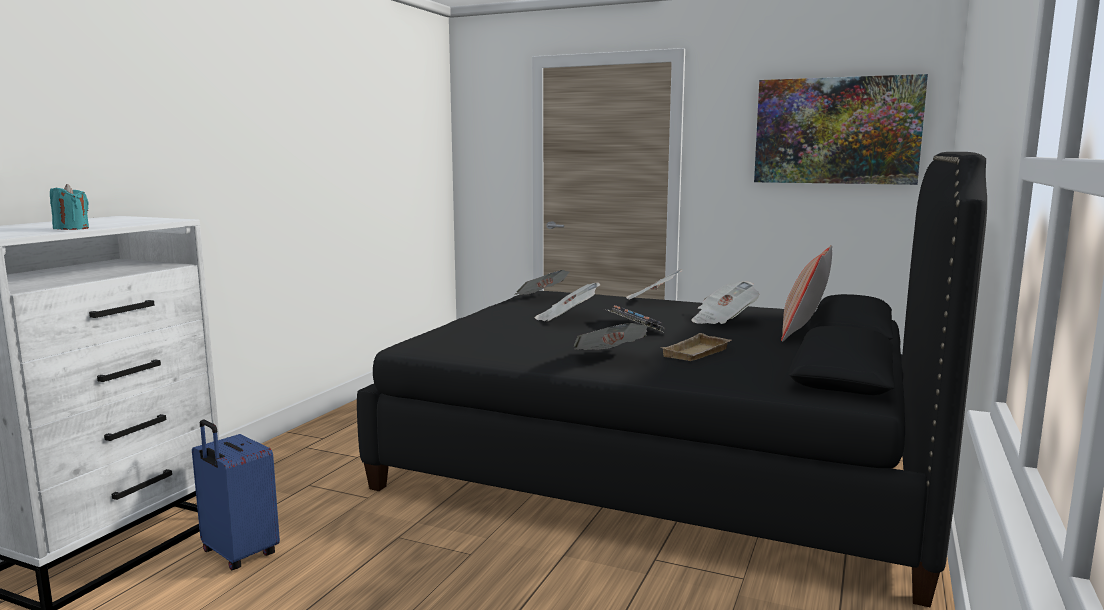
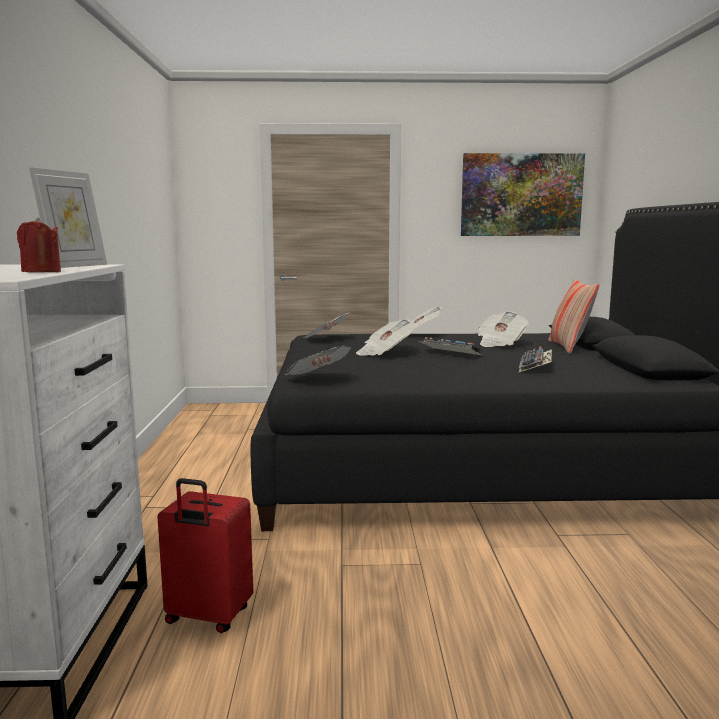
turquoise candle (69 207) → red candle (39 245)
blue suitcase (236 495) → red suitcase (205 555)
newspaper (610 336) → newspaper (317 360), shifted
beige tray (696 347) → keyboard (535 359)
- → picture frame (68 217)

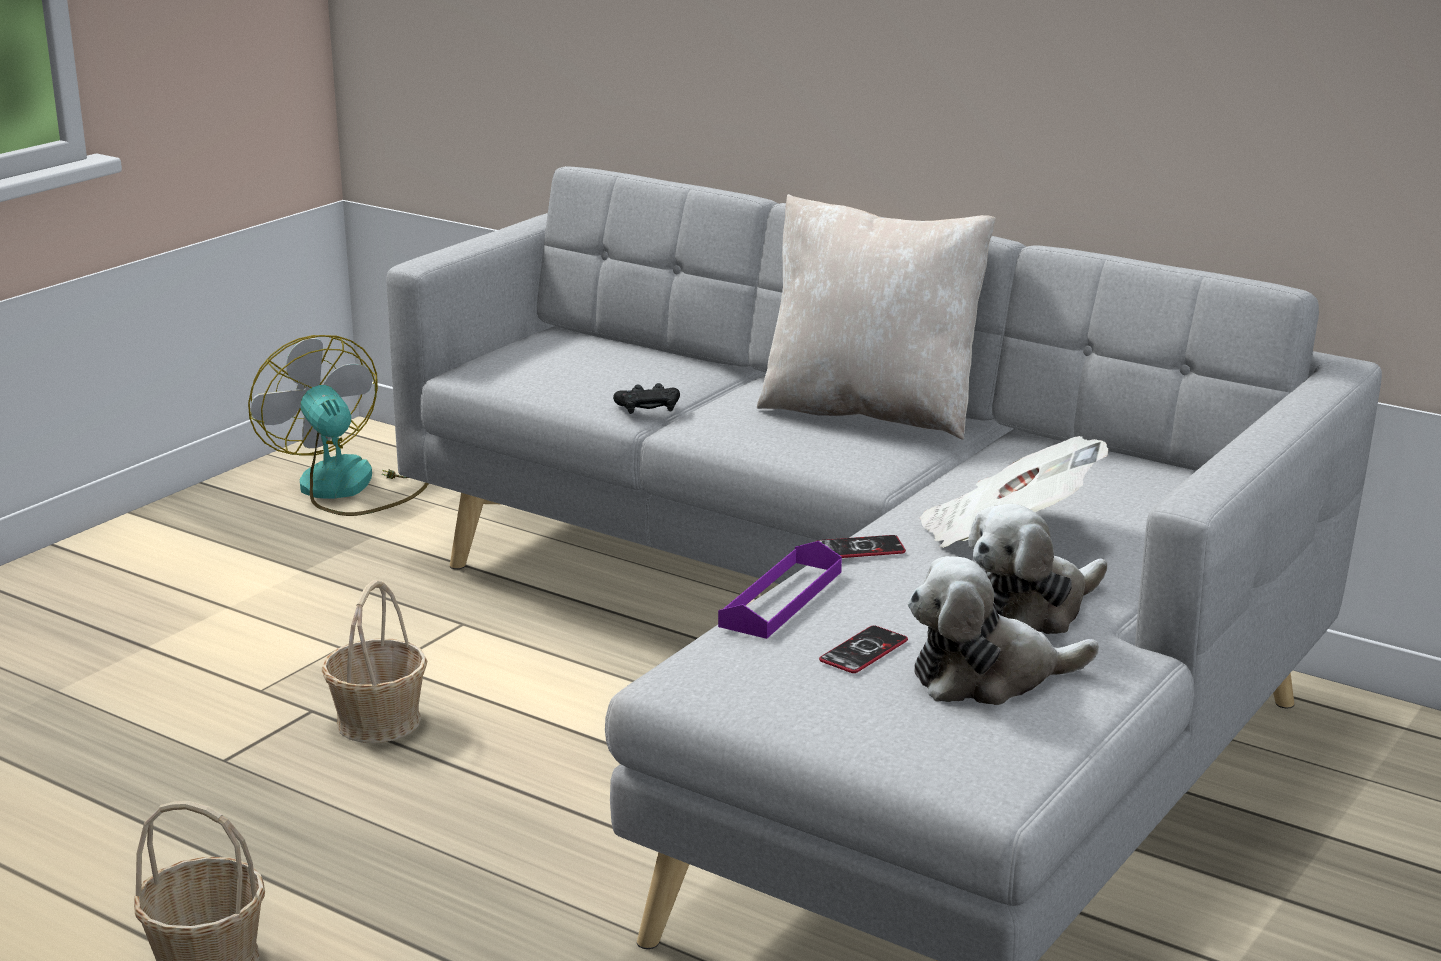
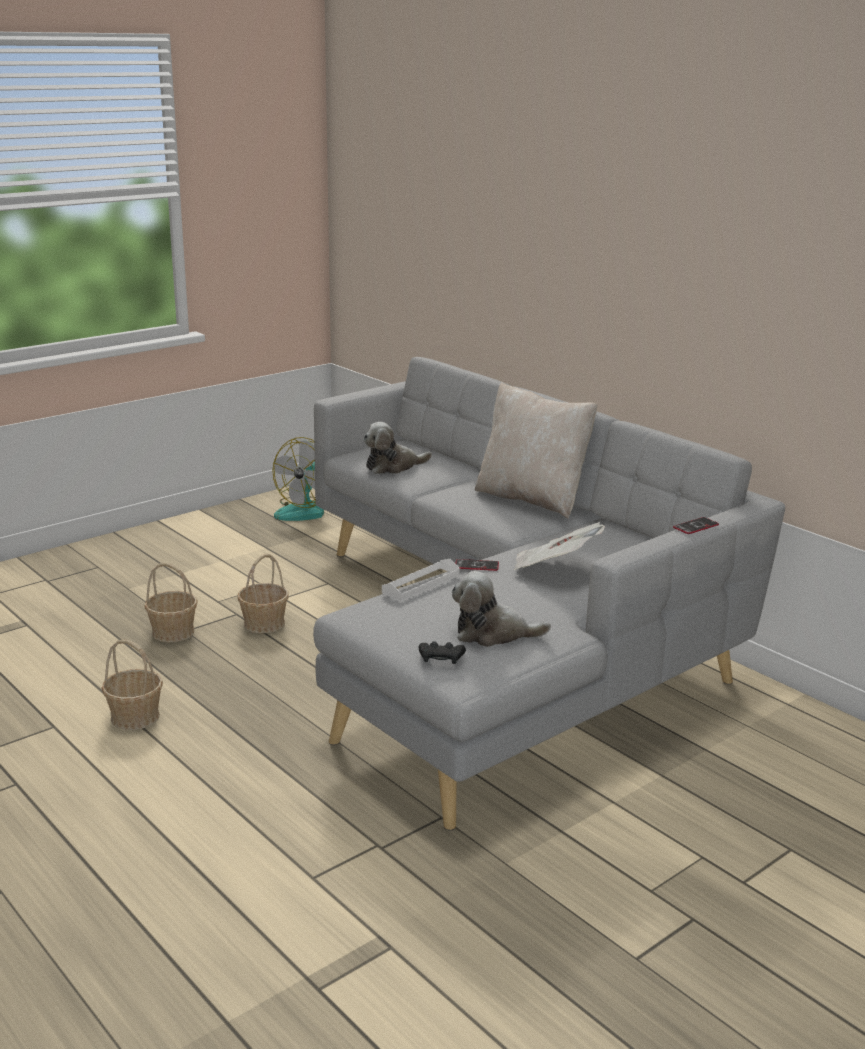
fan (338 425) → fan (298 479), 135 degrees counterclockwise
black game controller (646 398) → black game controller (442 652), shifted
purple tray (780 590) → white tray (420 580)
phone (863 649) → phone (696 525), shifted
plush toy (1037 569) → plush toy (397 448), shifted
- → basket (171 602)

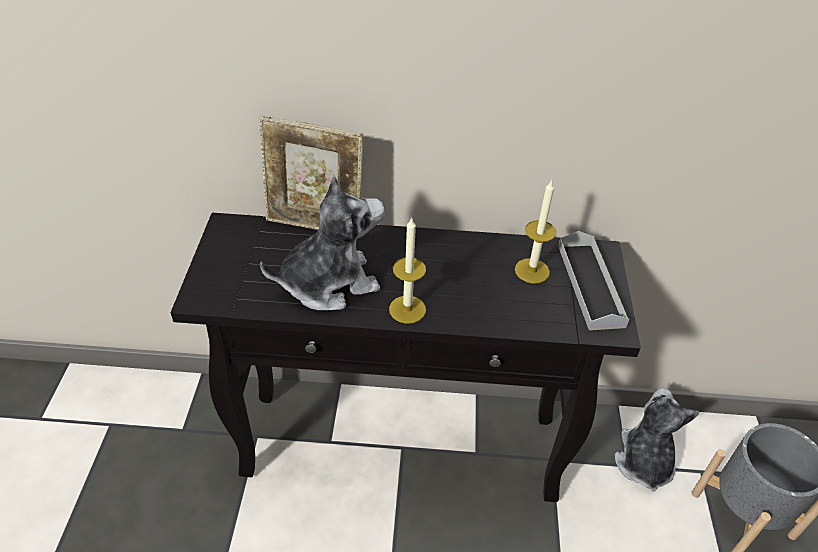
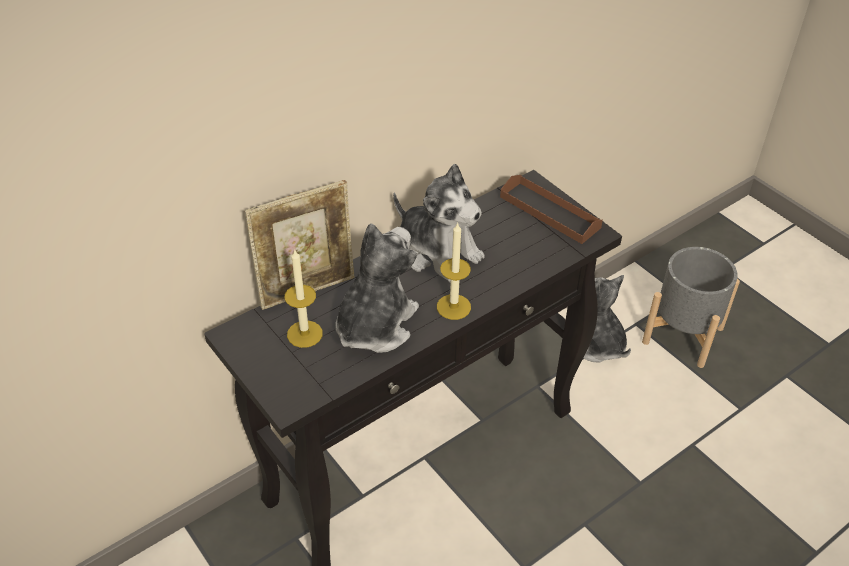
candle (536 231) → candle (304 299), shifted
grey tray (593 280) → brown tray (551 209)
- → plush toy (439 223)

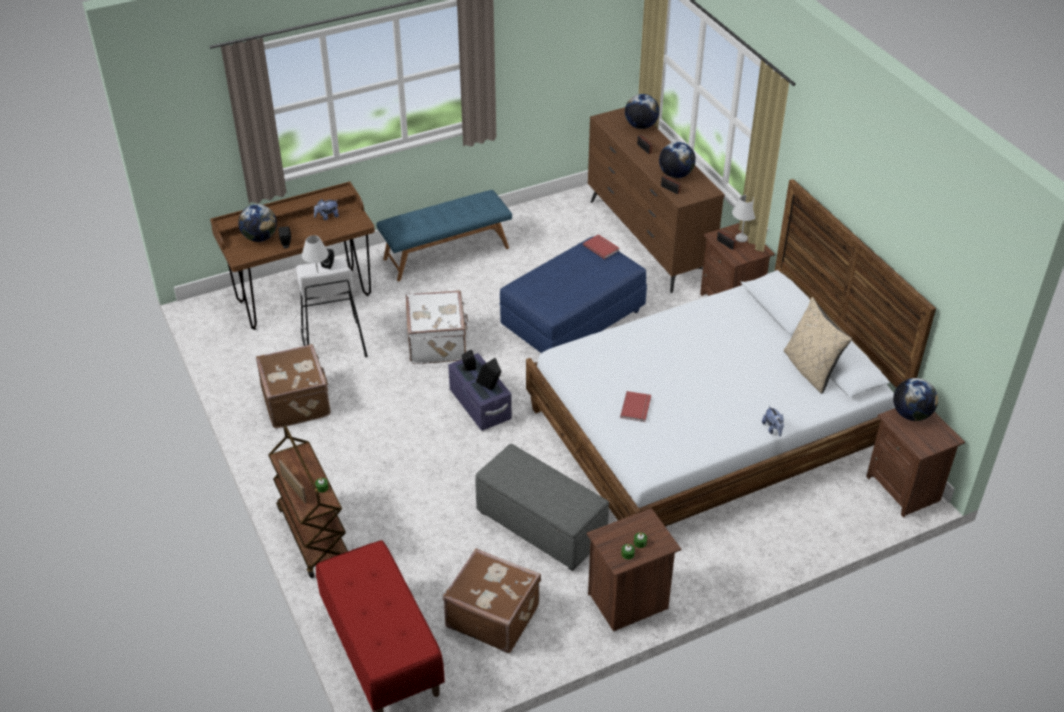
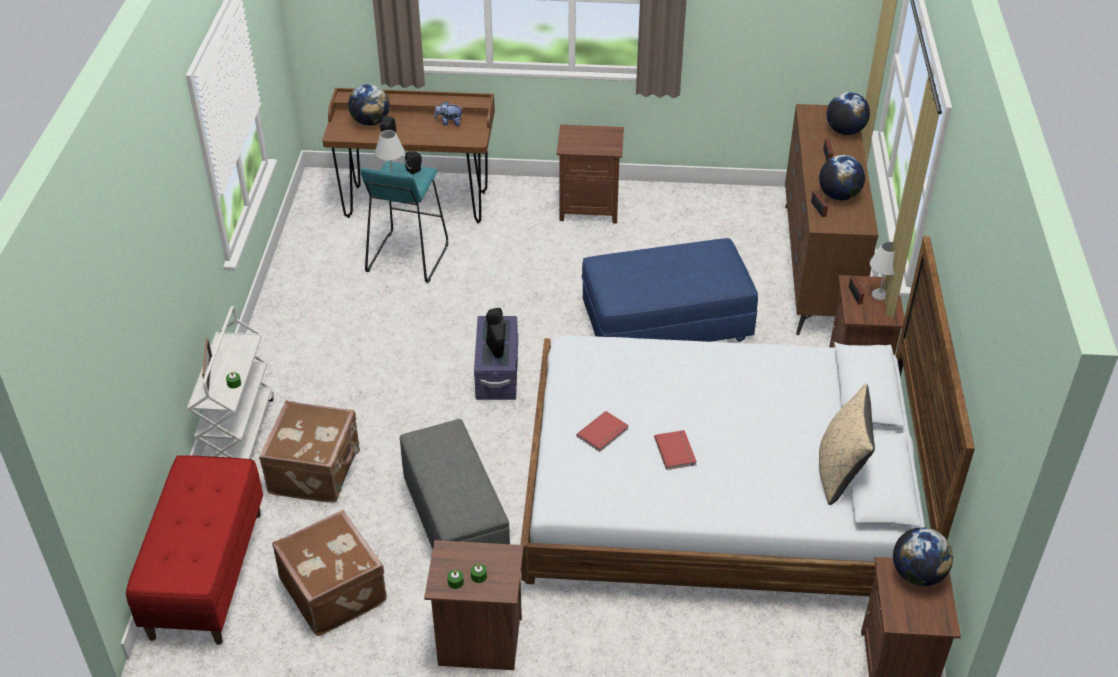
brown suitcase (293 386) → brown suitcase (309 452), shifted
brown cart (308 501) → white cart (230 382)
white stool (332 307) → turquoise stool (404 222)
blue bench (444 235) → brown nightstand (590 174)
white suitcase (437 327) → -
red book (601 246) → red book (675 450), shifted
plush toy (773 421) → -

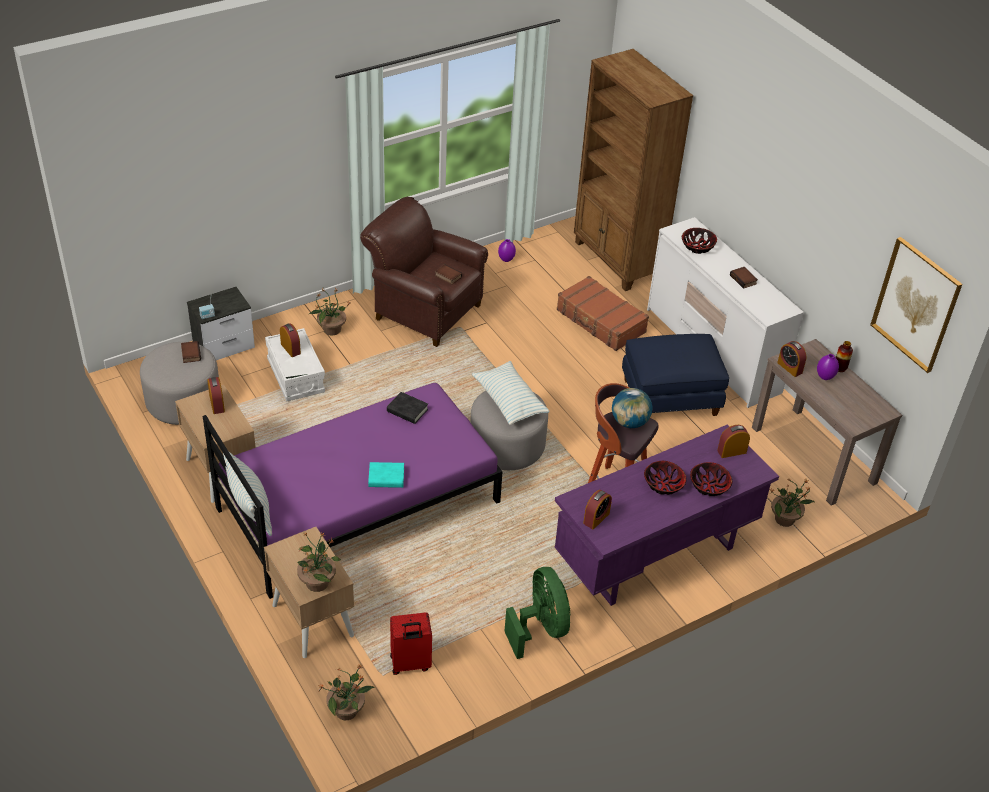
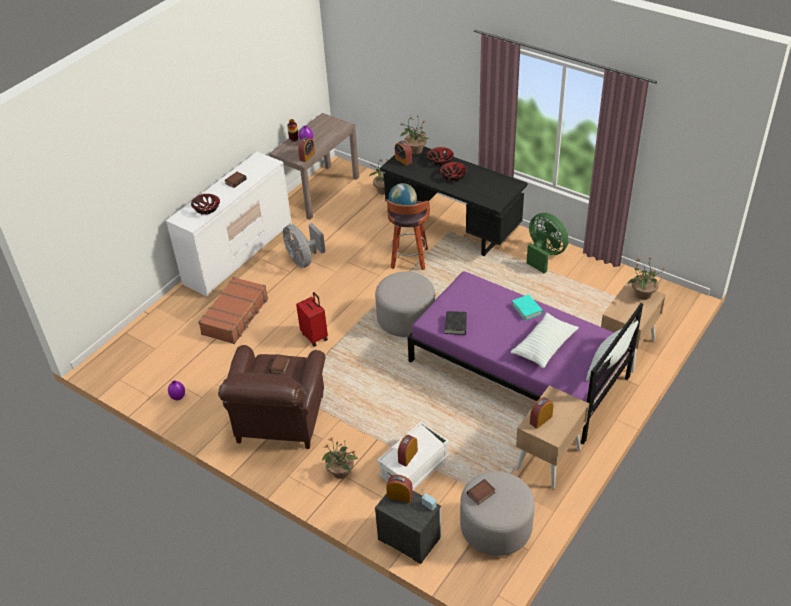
potted plant (347 691) → potted plant (414 134), shifted
red suitcase (411 643) → red suitcase (312 319), shifted
pillow (511 393) → pillow (545 340), shifted
green fan (538 613) → green fan (548 243), 90 degrees clockwise
purple desk (667 515) → black desk (453 201)
brown bookcase (633 170) → -
alarm clock (597 510) → alarm clock (399 489), shifted
blue ottoman (675 375) → grey fan (304 245)
picture (916 305) → -

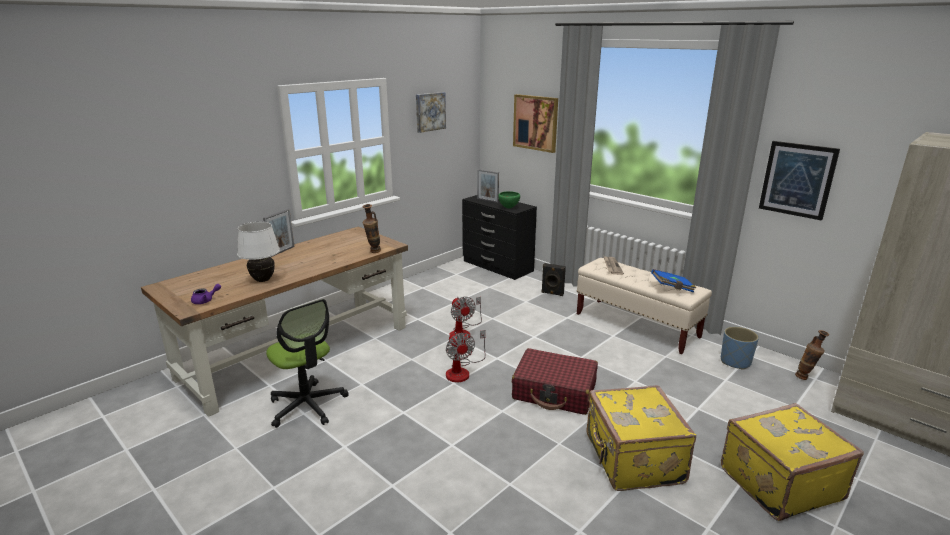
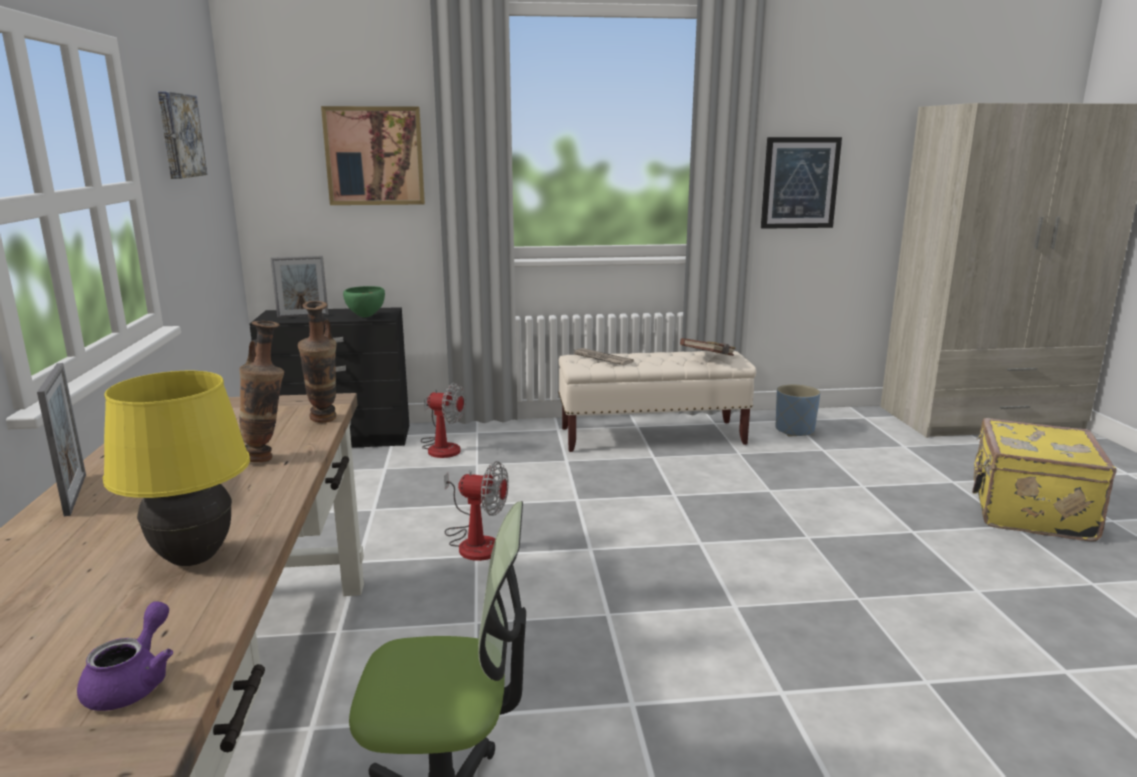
white table lamp (258 252) → yellow table lamp (176 468)
fan (466 356) → fan (443 420), shifted
red suitcase (555 381) → -
black speaker (553 279) → -
yellow suitcase (641 438) → -
blue book (673 281) → brown book (708 347)
vase (812 355) → vase (261 391), shifted

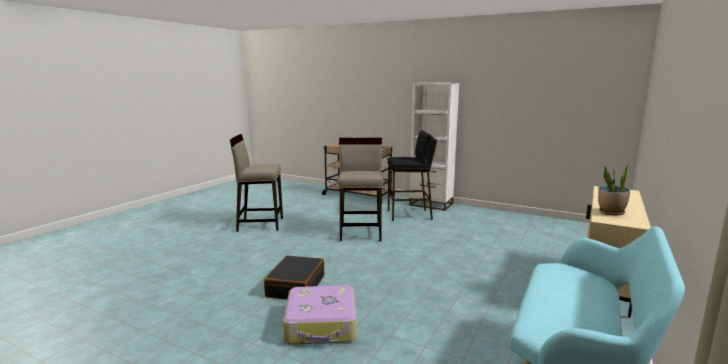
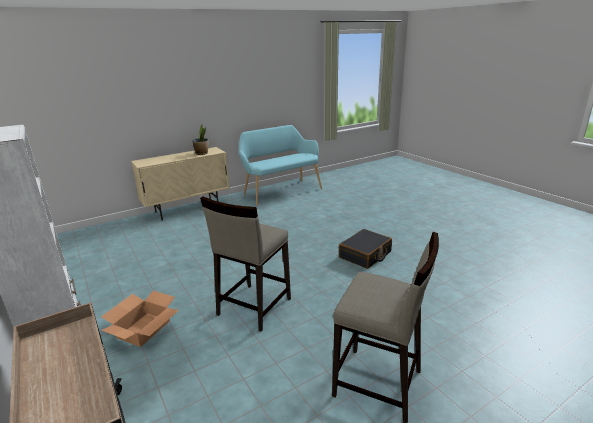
suitcase (319 315) → -
black stool (412 175) → cardboard box (140 319)

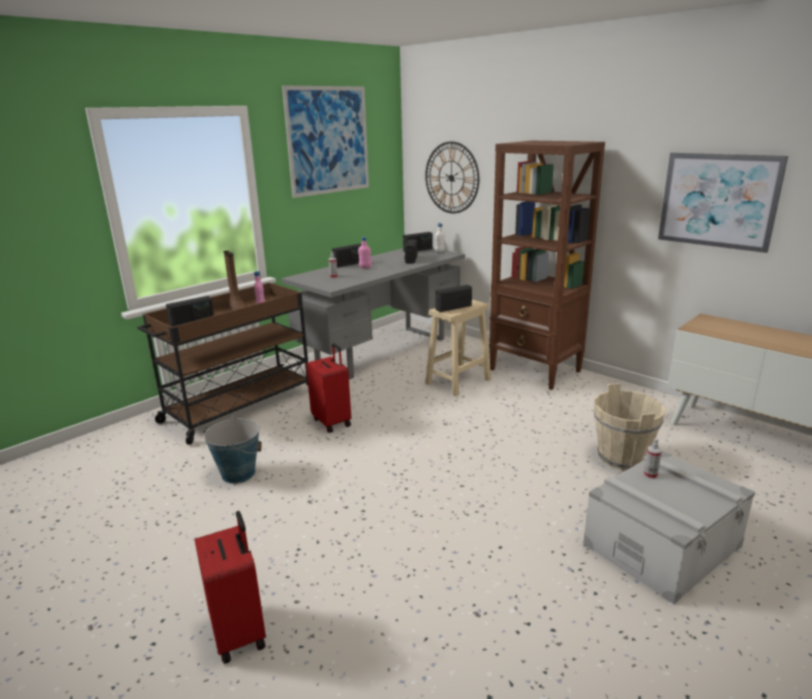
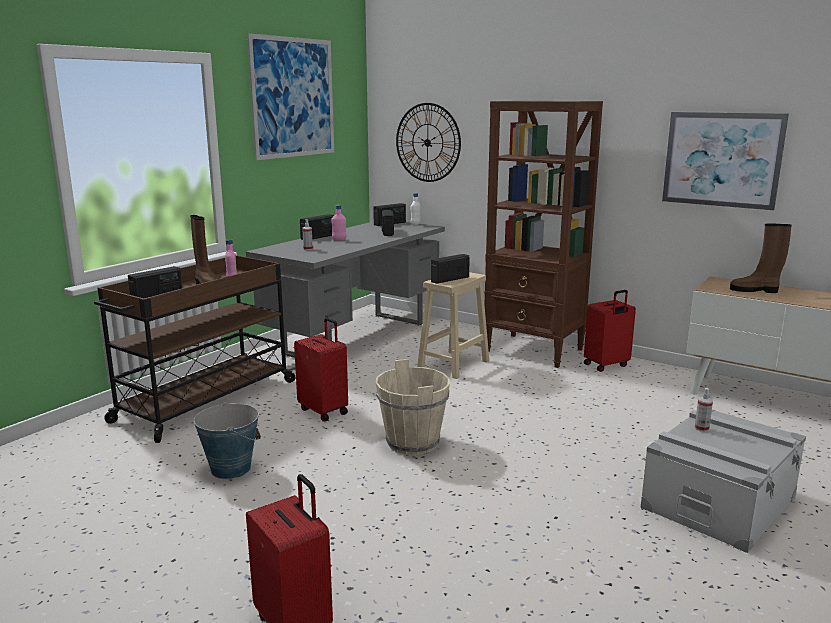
beige bucket (630 426) → beige bucket (413 407), shifted
- → red suitcase (610 331)
- → brown boot (761 258)

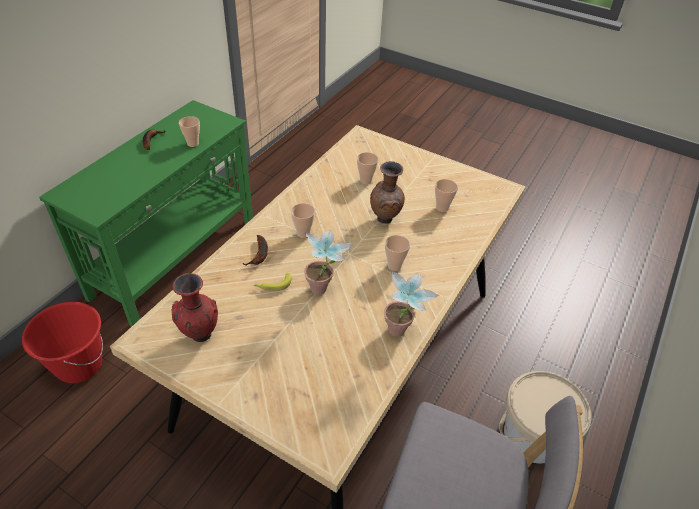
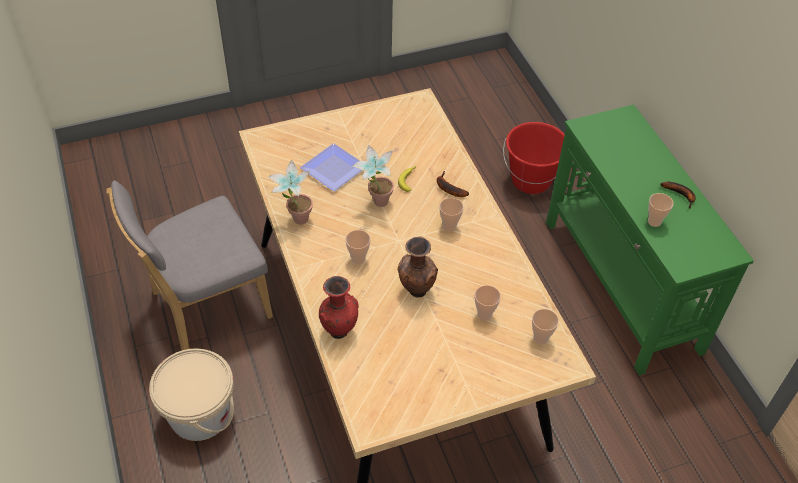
red vase (194 307) → red vase (339 307), shifted
cup (446 195) → cup (545 327), shifted
- → plate (331 167)

